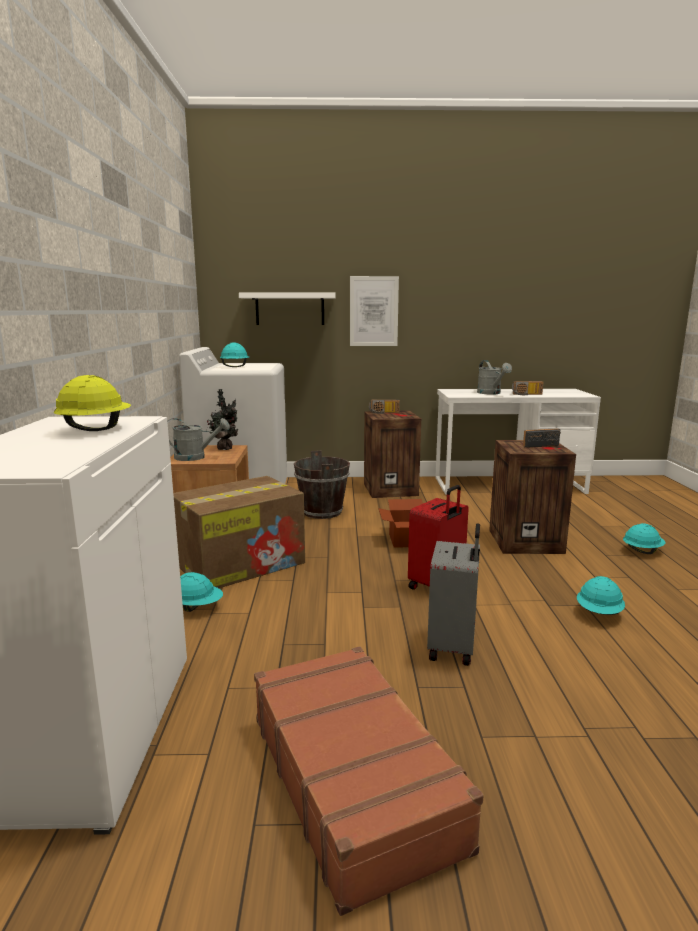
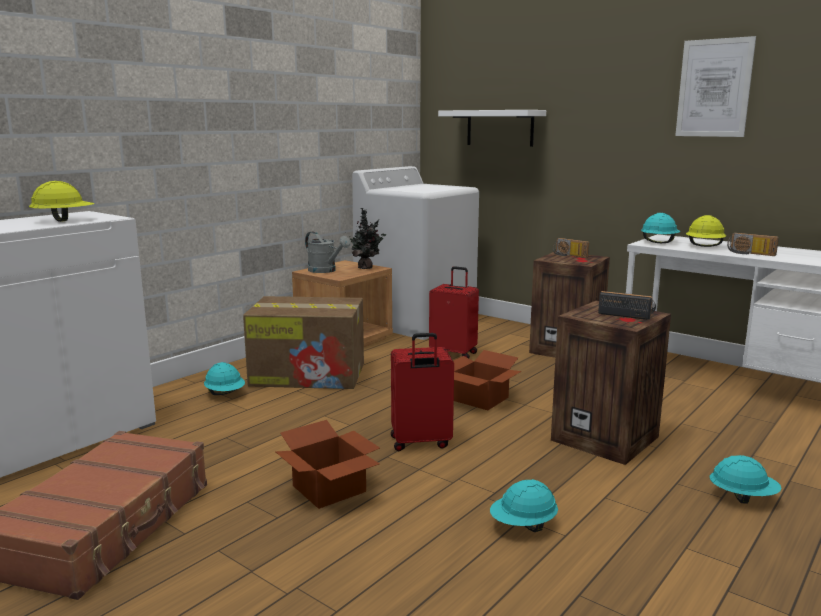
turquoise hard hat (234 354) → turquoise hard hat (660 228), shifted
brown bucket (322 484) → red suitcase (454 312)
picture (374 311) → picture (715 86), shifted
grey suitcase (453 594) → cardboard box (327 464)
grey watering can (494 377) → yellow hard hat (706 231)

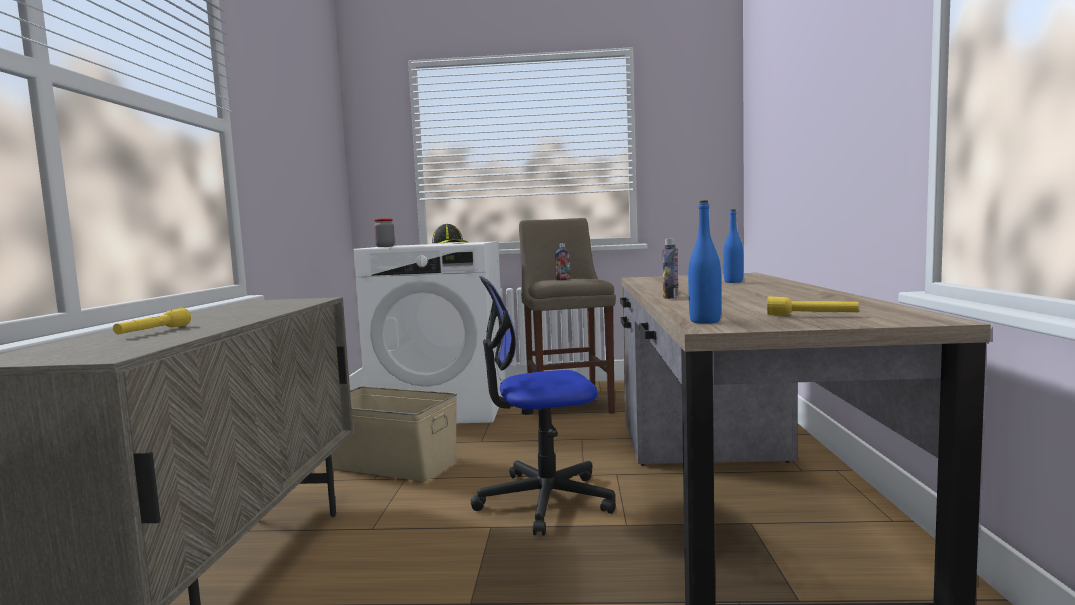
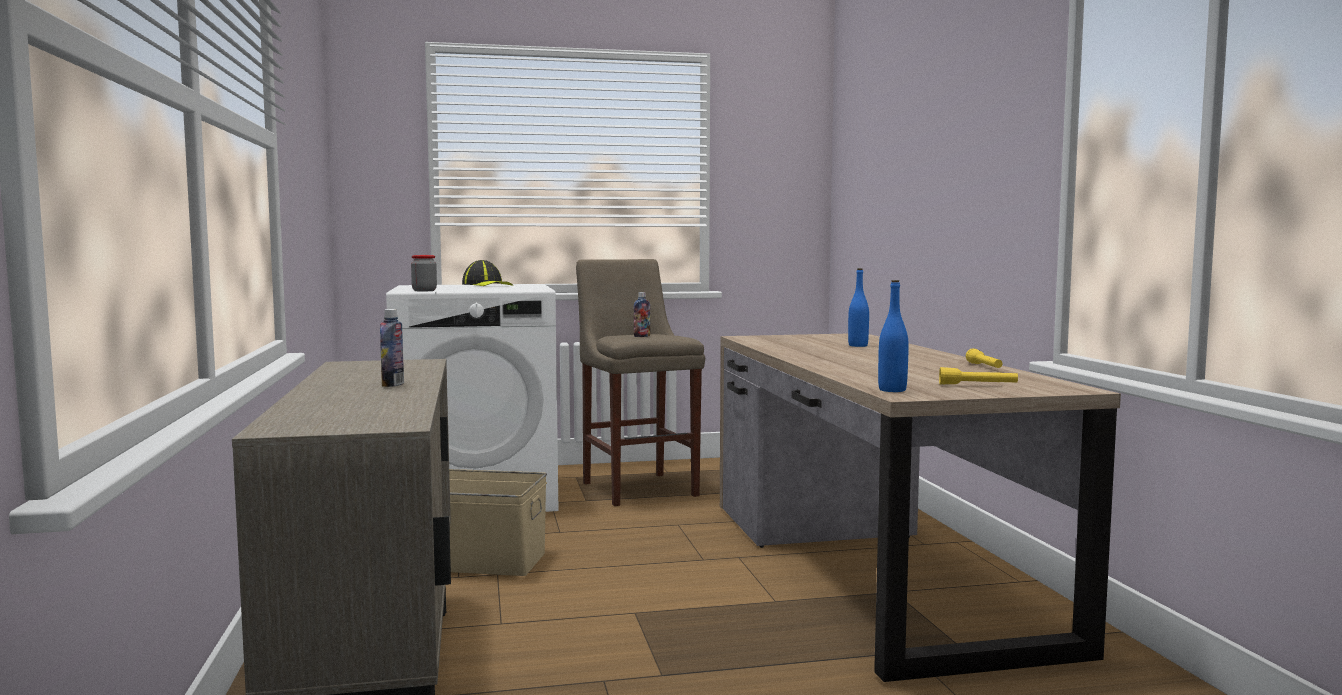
yellow flashlight (152 321) → yellow flashlight (984 358), shifted
office chair (543 406) → -
bottle (670 269) → bottle (392 348), shifted

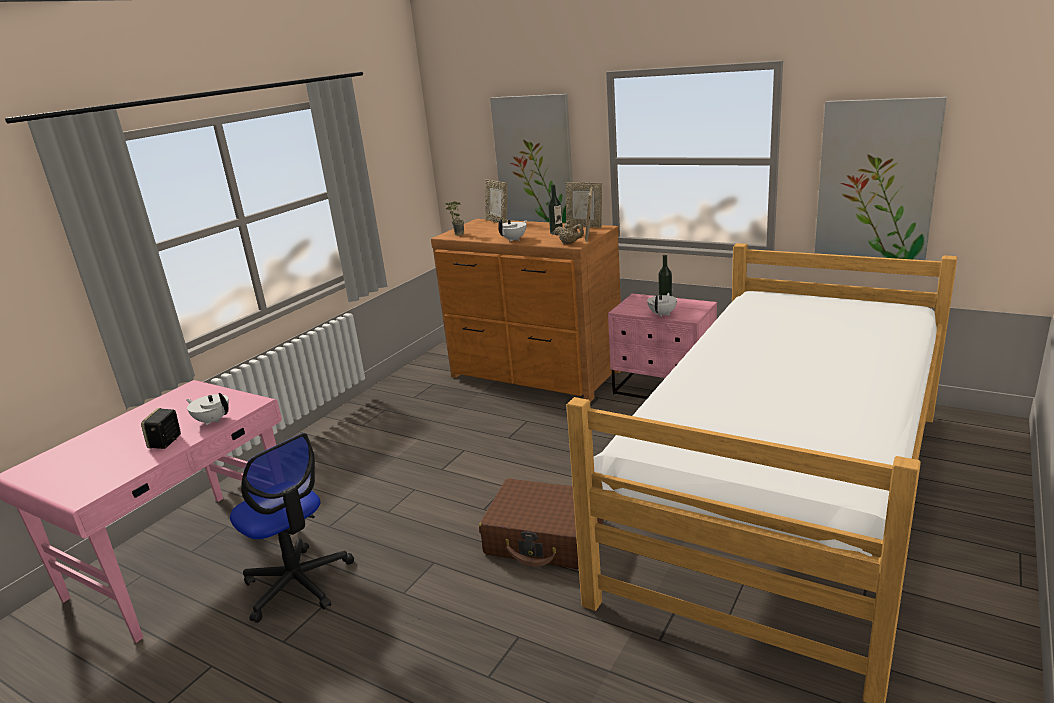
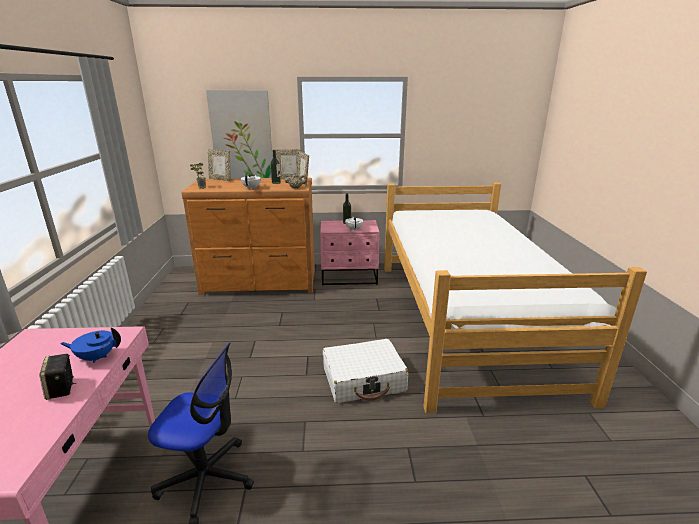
white teapot (207 409) → blue teapot (90 345)
brown suitcase (541 523) → white suitcase (365 371)
picture (881 178) → -

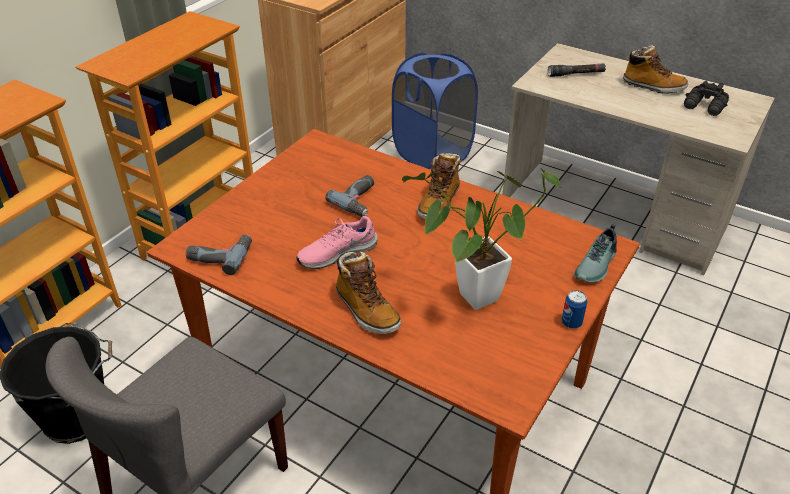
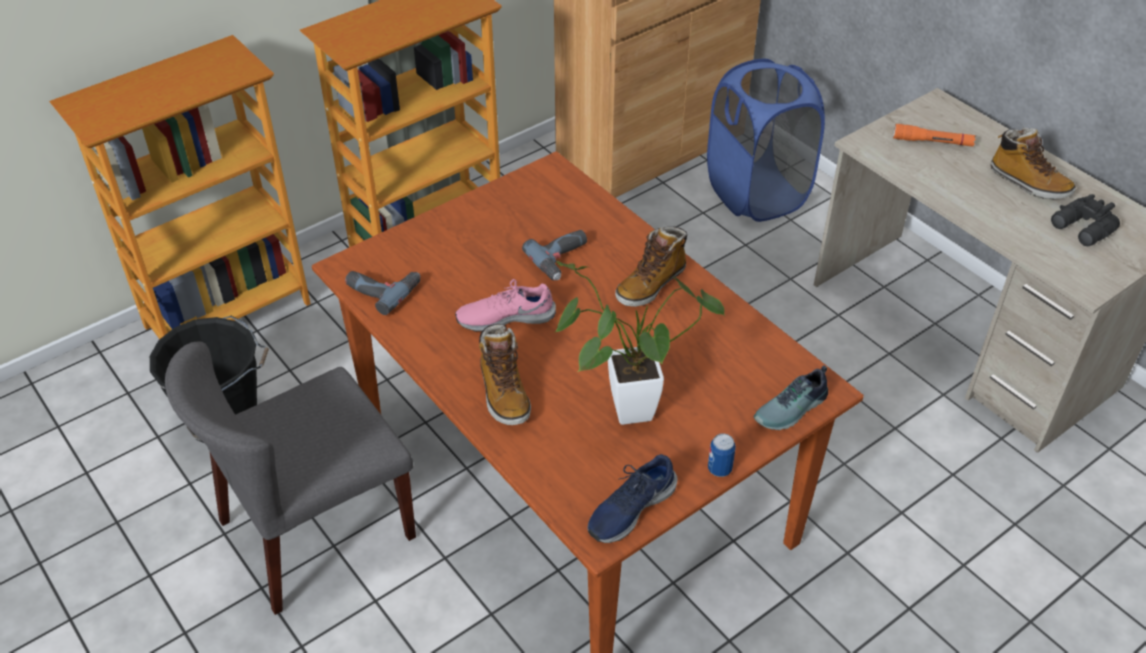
black flashlight (577 70) → orange flashlight (934 135)
- → blue shoe (633 498)

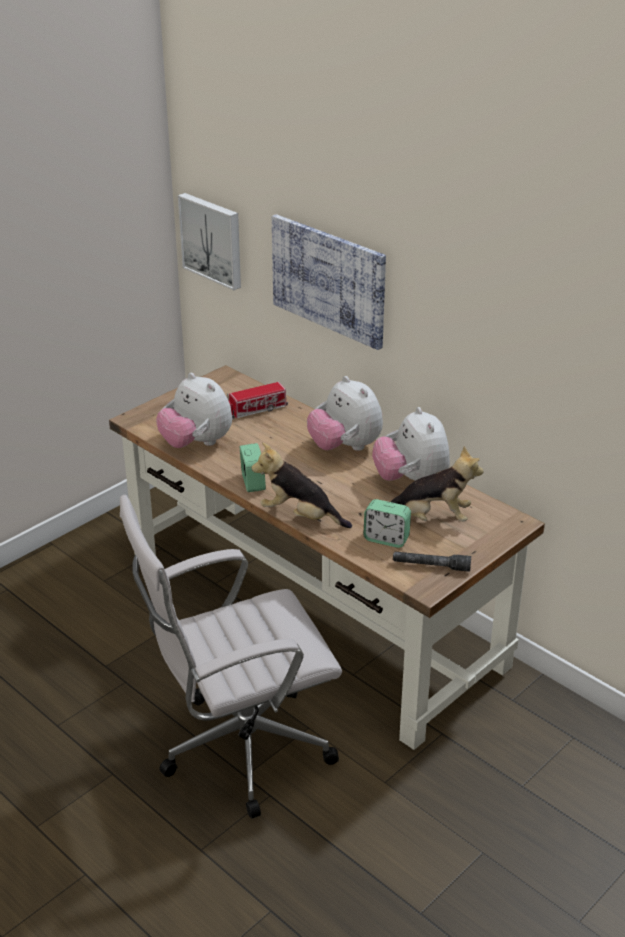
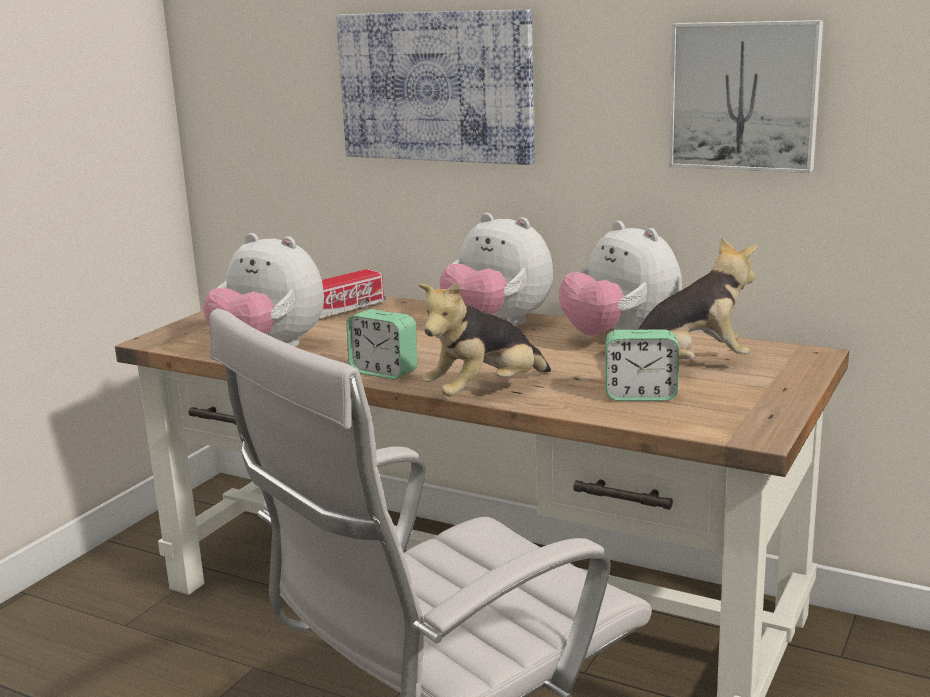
picture (209 241) → picture (746 96), shifted
alarm clock (253 467) → alarm clock (382 344), 150 degrees clockwise
plush toy (301 485) → plush toy (485 338), 45 degrees counterclockwise
grey flashlight (432 562) → -

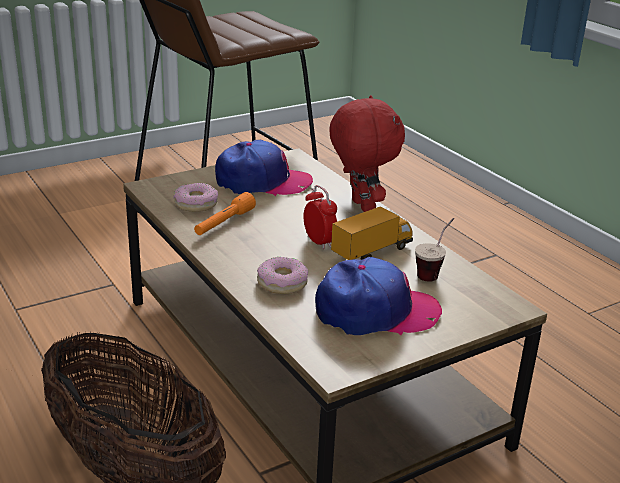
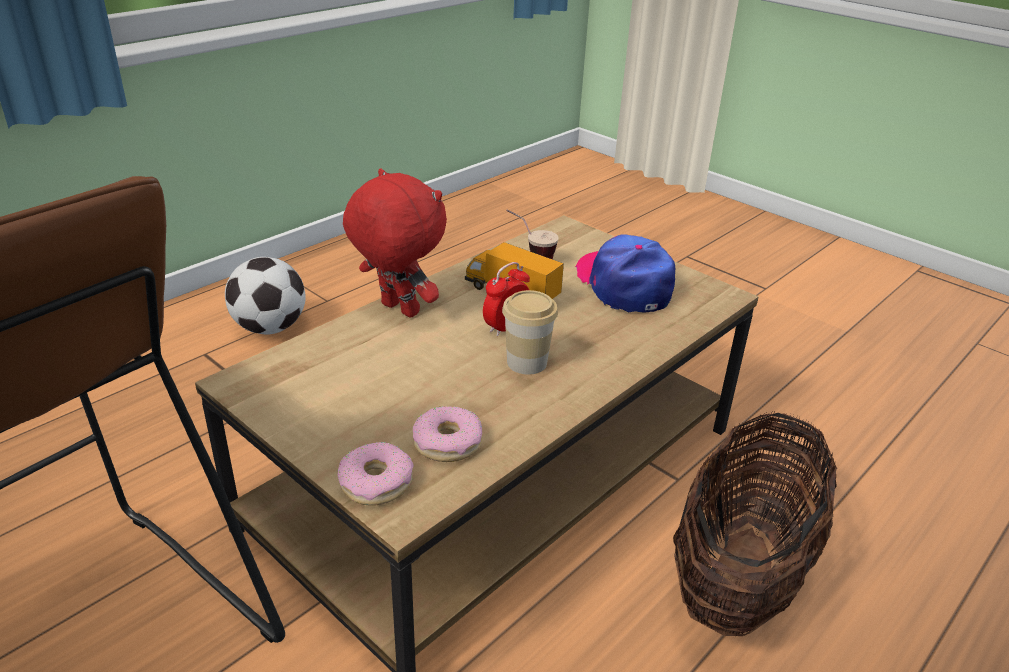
orange flashlight (225 213) → -
cap (264 168) → -
donut (282 275) → donut (375 473), shifted
red plush toy (367 153) → red plush toy (395 243), 75 degrees clockwise
- → football (265 296)
- → cup (530 332)

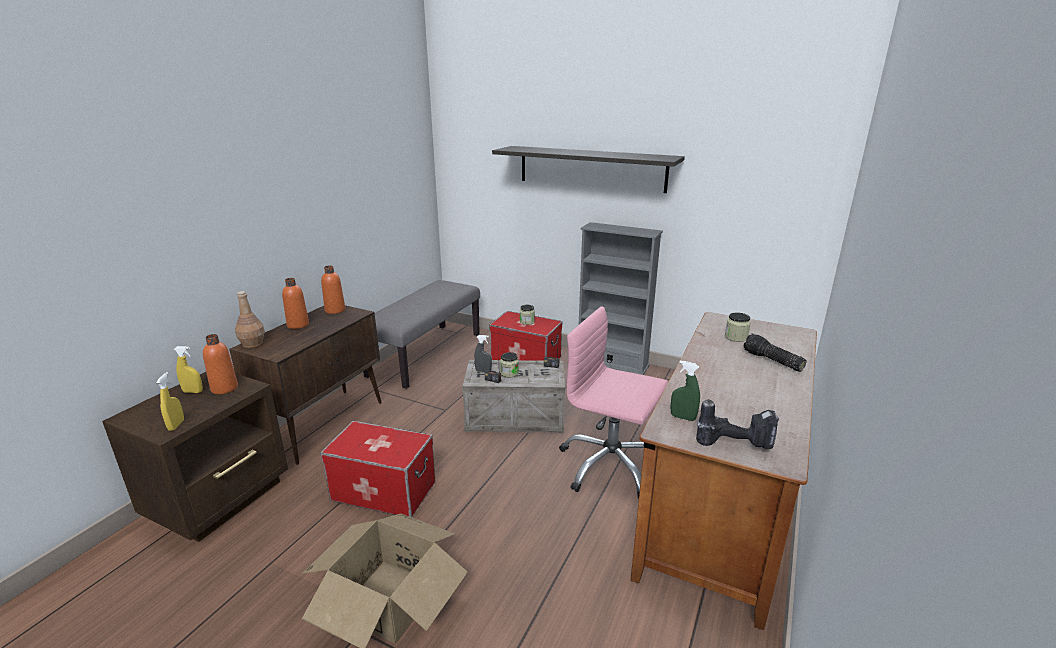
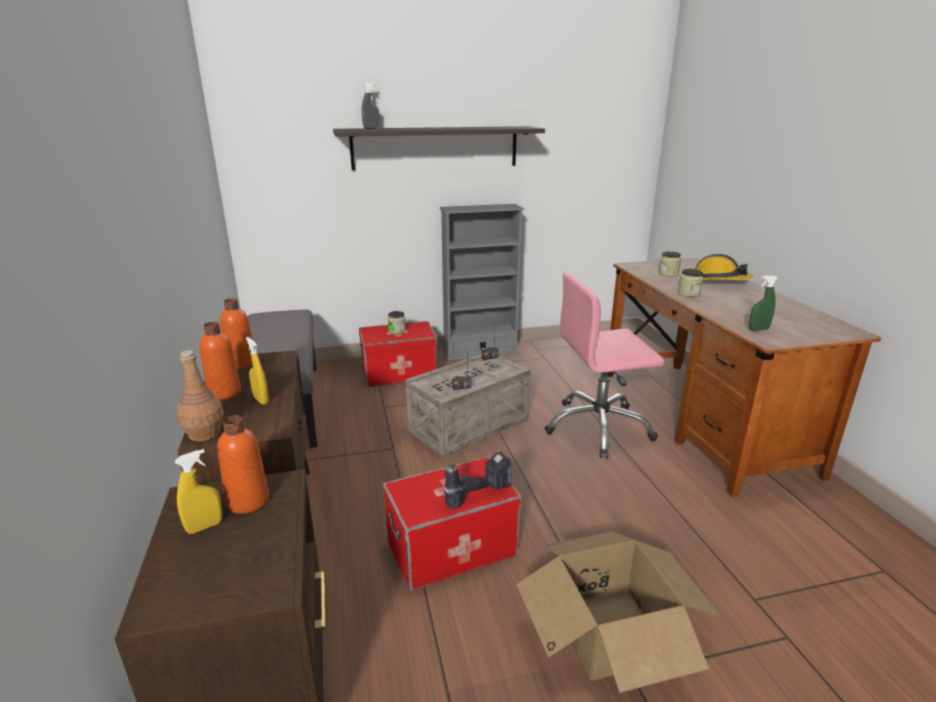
yellow spray bottle (170 401) → yellow spray bottle (257 371), shifted
grey spray bottle (483 353) → grey spray bottle (371 106), shifted
jar (509 364) → jar (690 283), shifted
power drill (737 424) → power drill (477 480), shifted
flashlight (775 352) → hard hat (724 267)

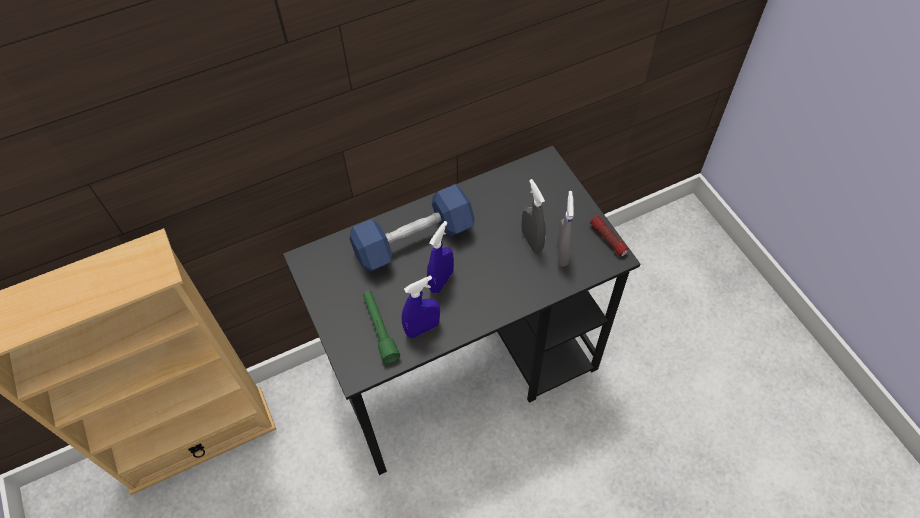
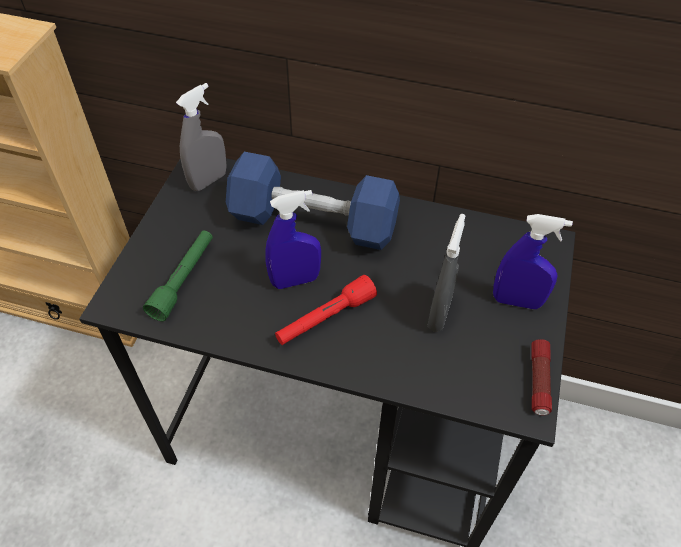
blue spray bottle (420 306) → blue spray bottle (533 261), shifted
grey spray bottle (565 229) → grey spray bottle (201 137), shifted
- → red flashlight (326 310)

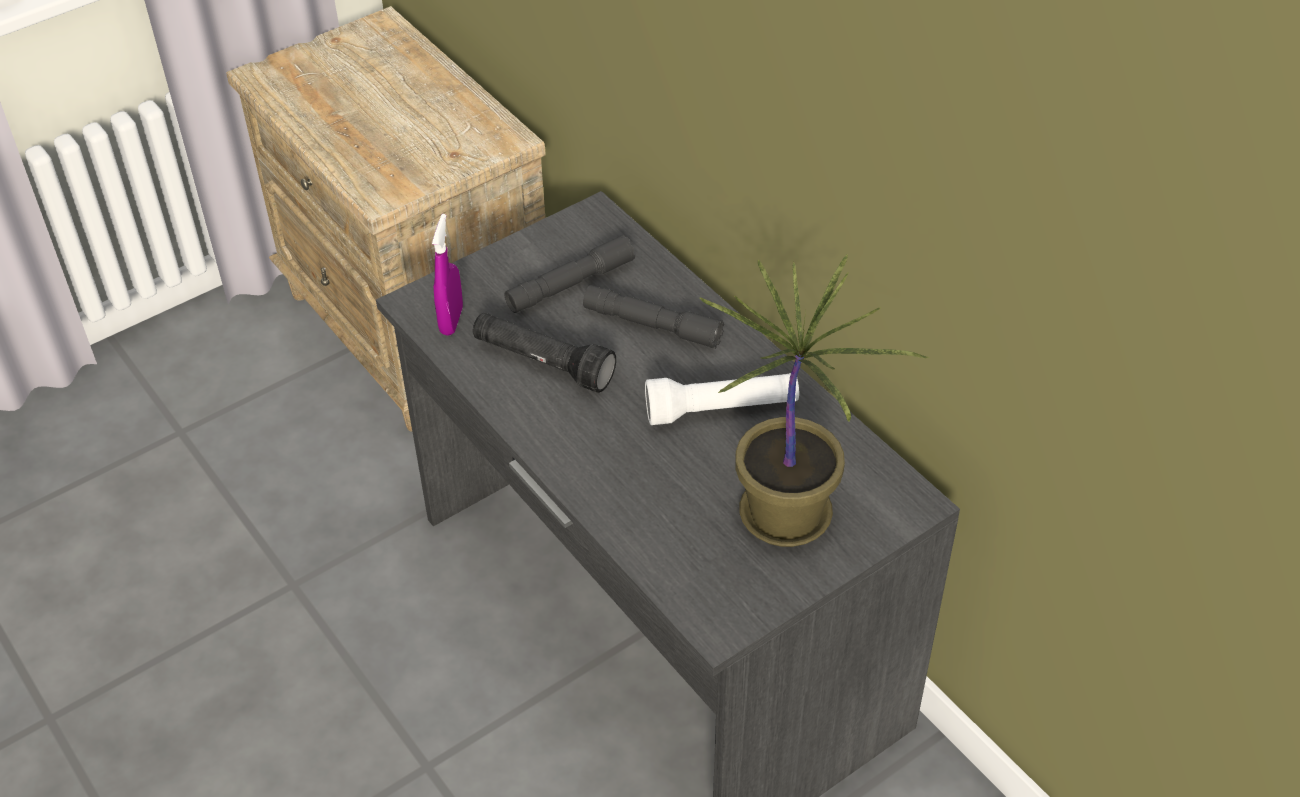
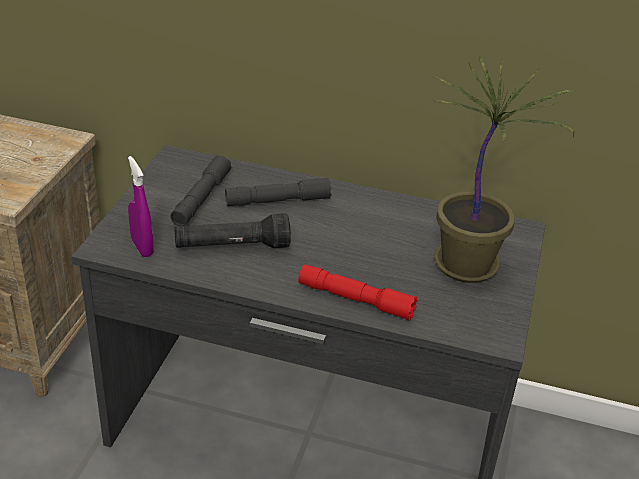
white flashlight (722 399) → -
- → red flashlight (358 292)

